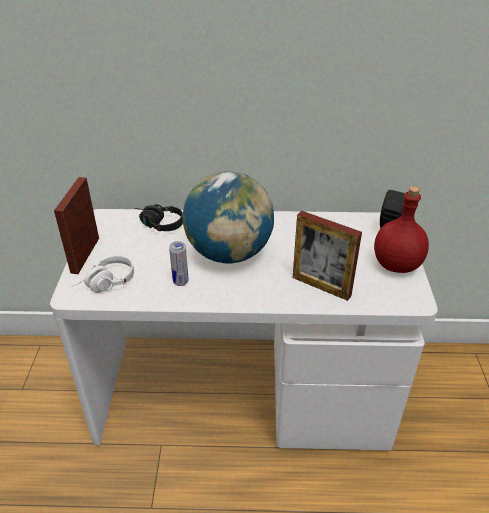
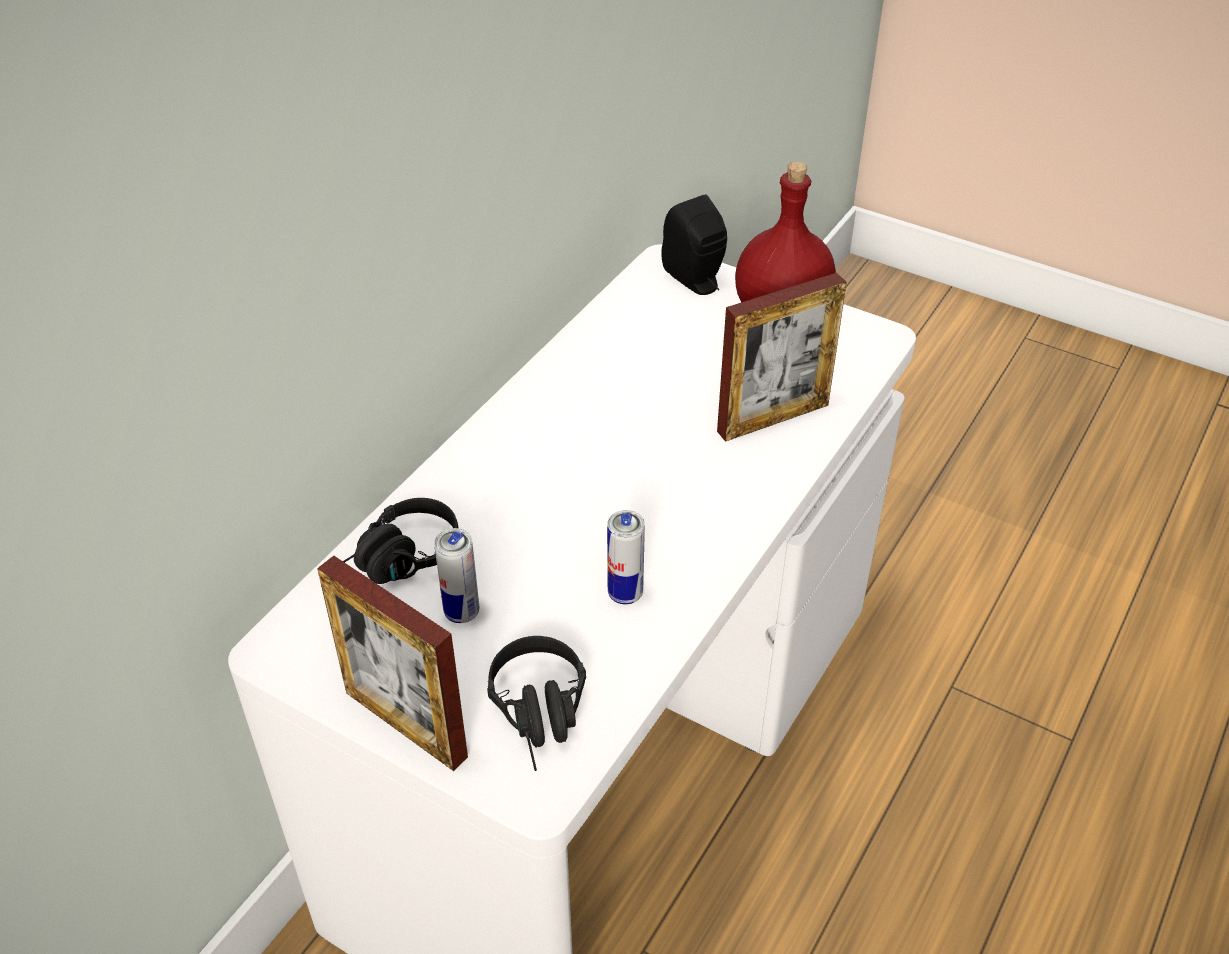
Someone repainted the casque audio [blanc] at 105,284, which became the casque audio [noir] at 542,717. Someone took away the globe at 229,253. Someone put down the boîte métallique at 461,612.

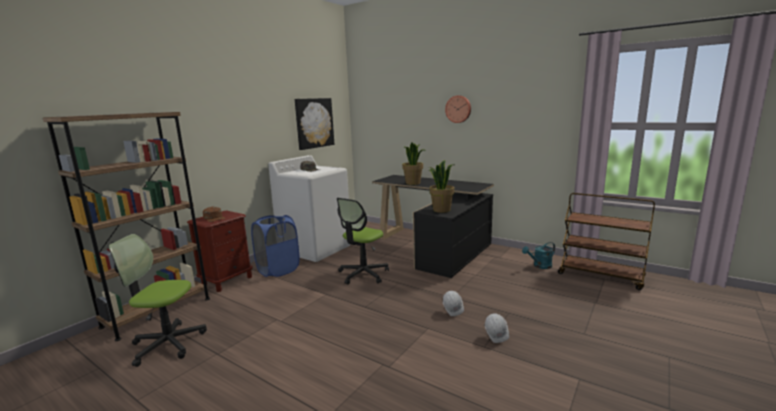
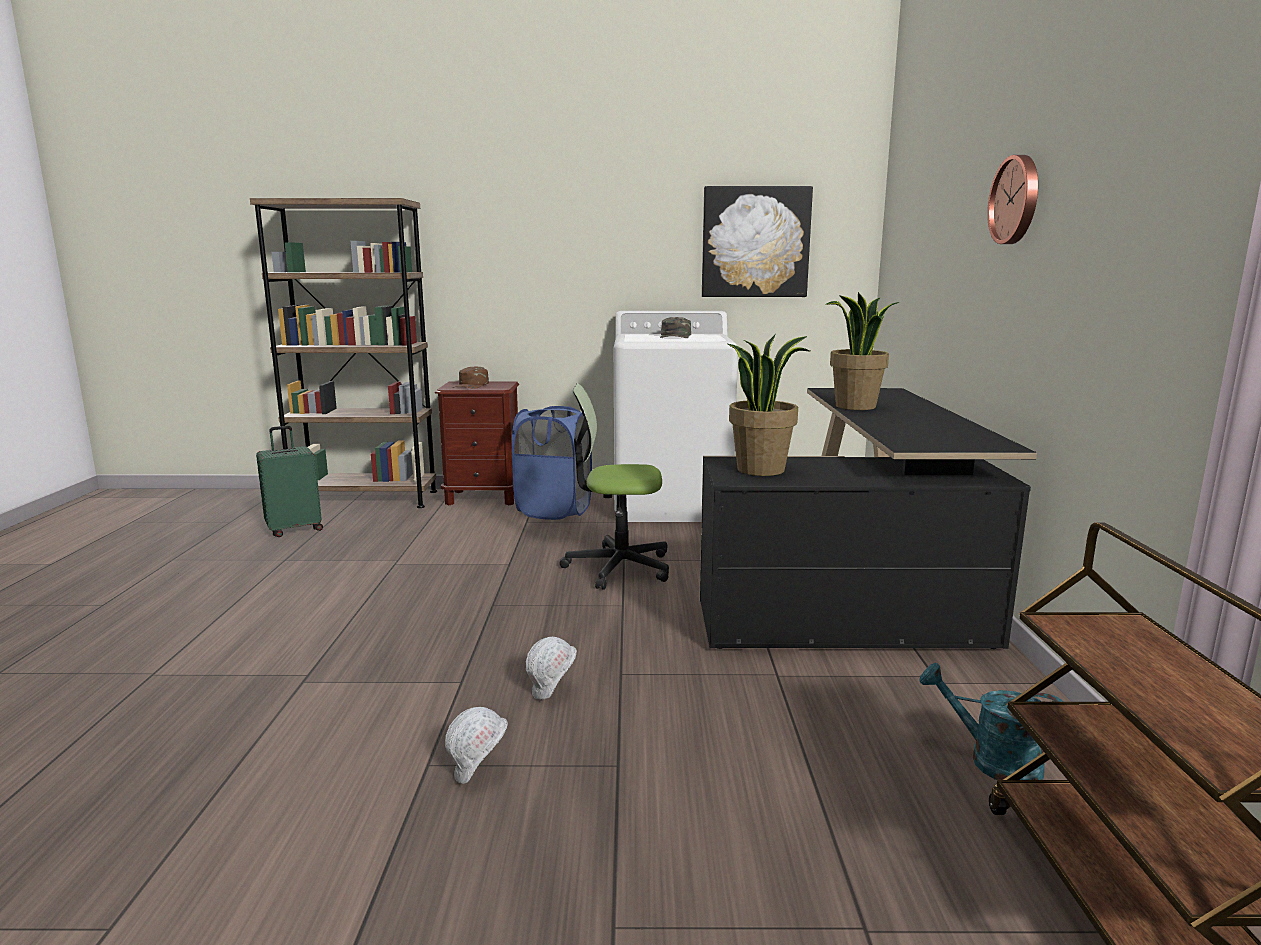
Someone swapped the chaise de bureau at 168,344 for the valise [vert] at 294,529.

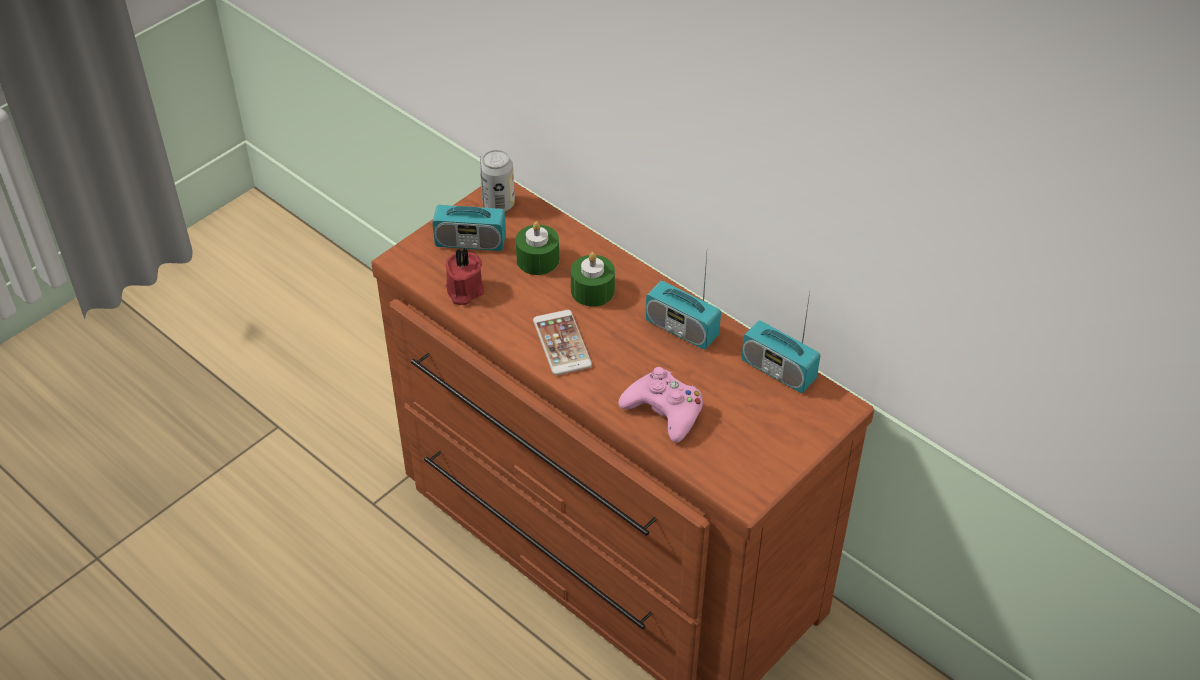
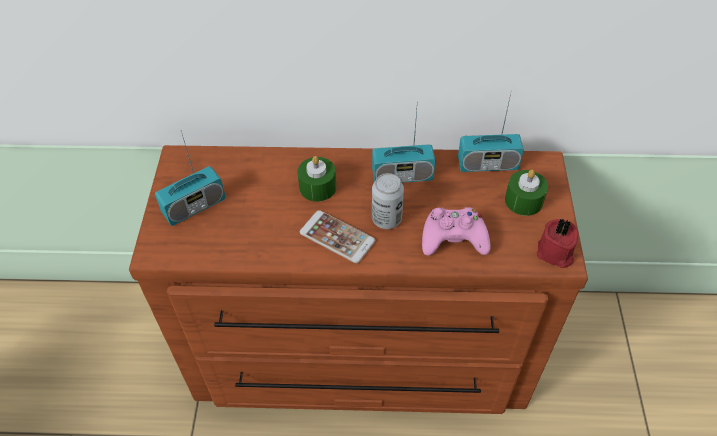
Someone carried the bougie [rouge] from 463,291 to 555,253. Someone carried the boîte métallique from 498,204 to 386,219. Someone carried the bougie [vert] from 538,260 to 523,200.

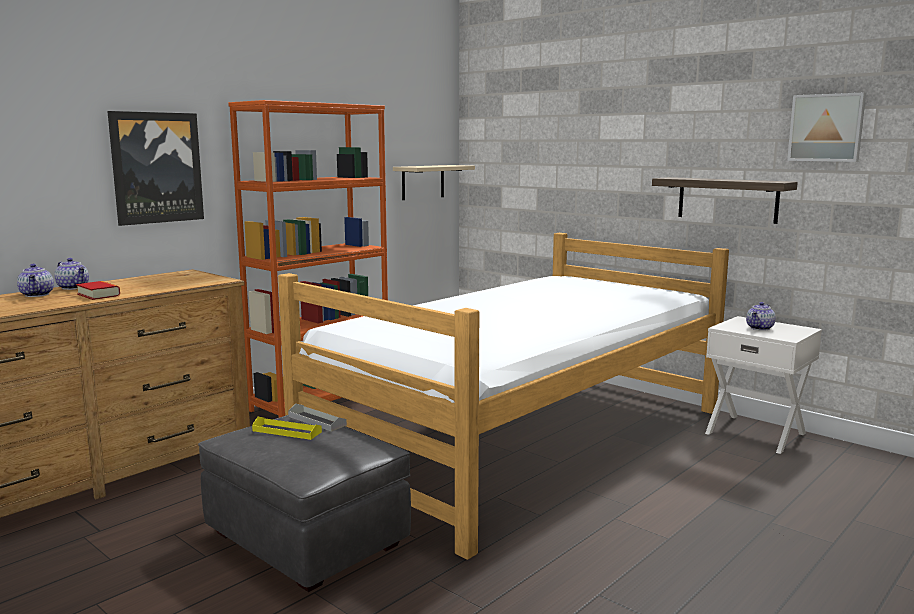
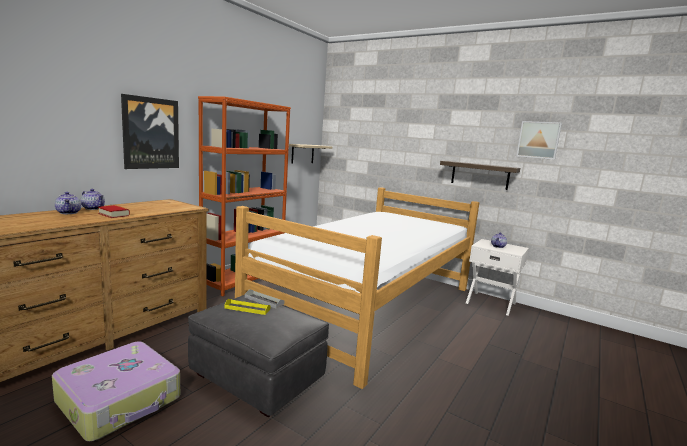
Someone put down the valise at 120,400.

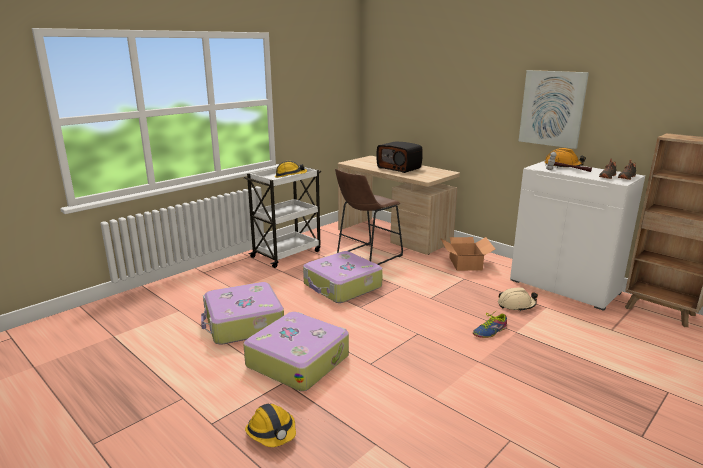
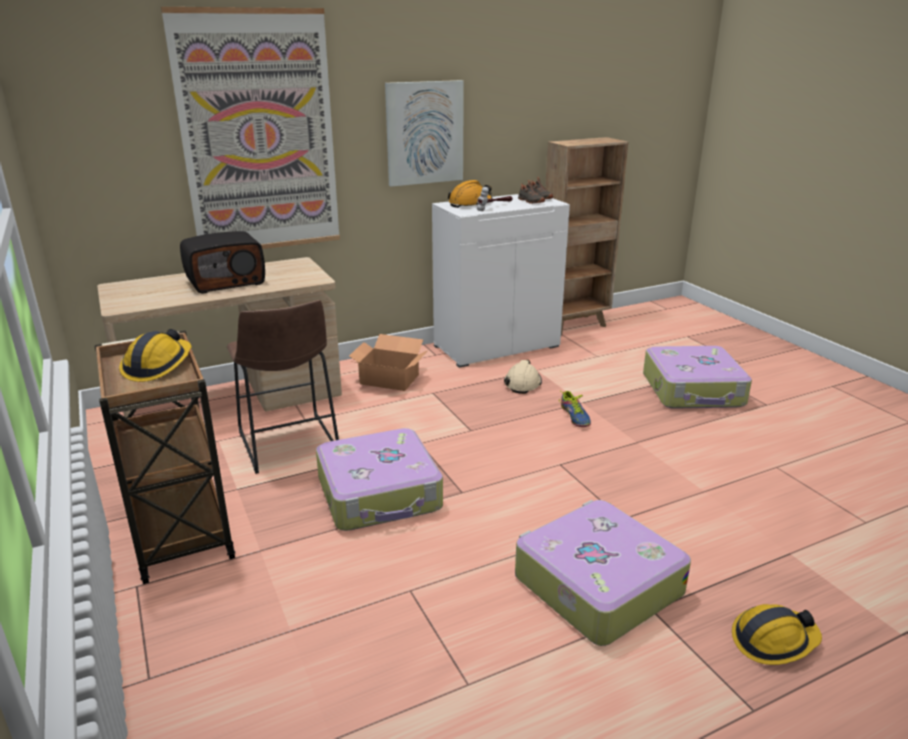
Someone carried the valise from 243,323 to 693,390. Someone repainted the chariot [blanc] at 287,253, which became the chariot [marron] at 180,530. Someone put up the tableau at 259,135.

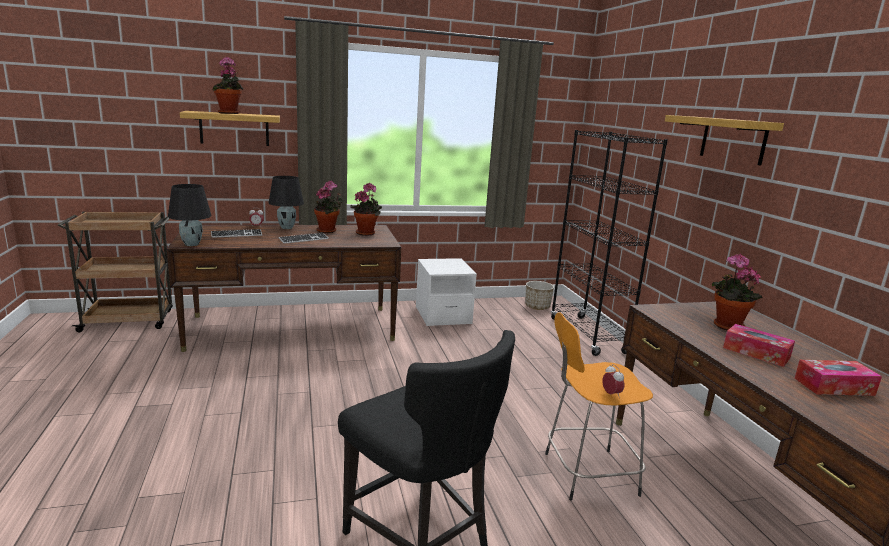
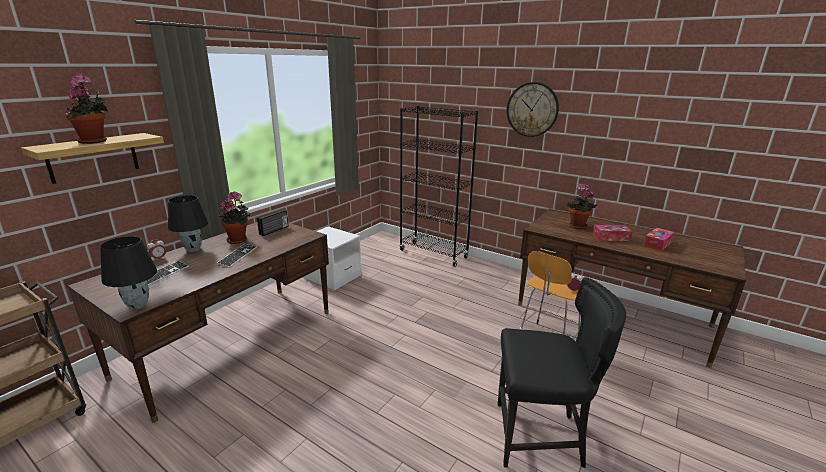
Someone swapped the plante en pot at 366,233 for the radio at 274,230. Someone took away the cache-pot at 537,307. Someone swapped the étagère at 733,140 for the horloge murale at 532,109.

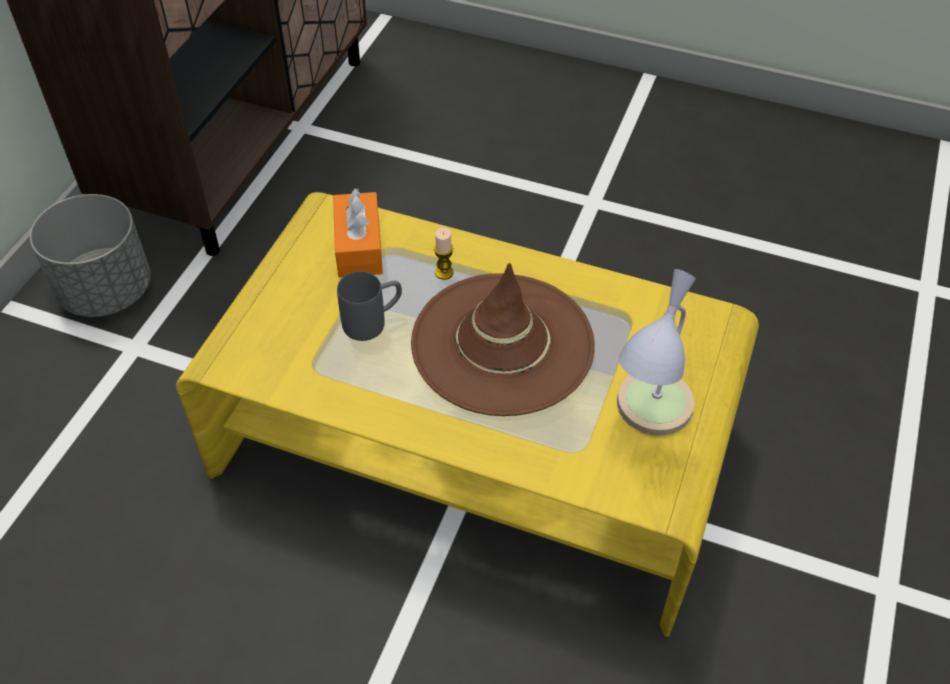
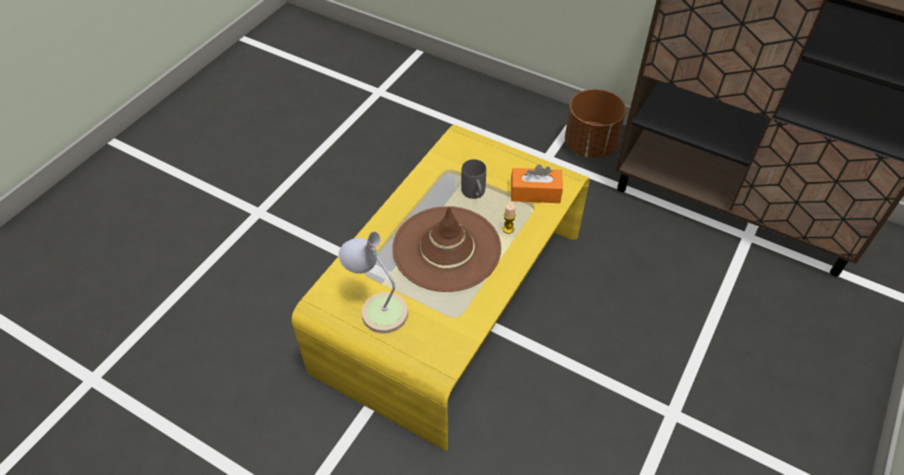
Someone repainted the cache-pot [gris] at 106,290, which became the cache-pot [marron] at 590,145.

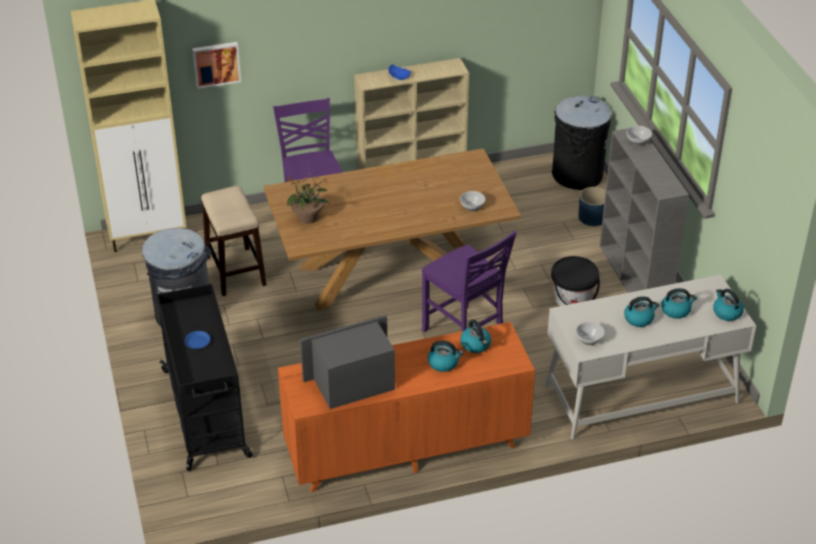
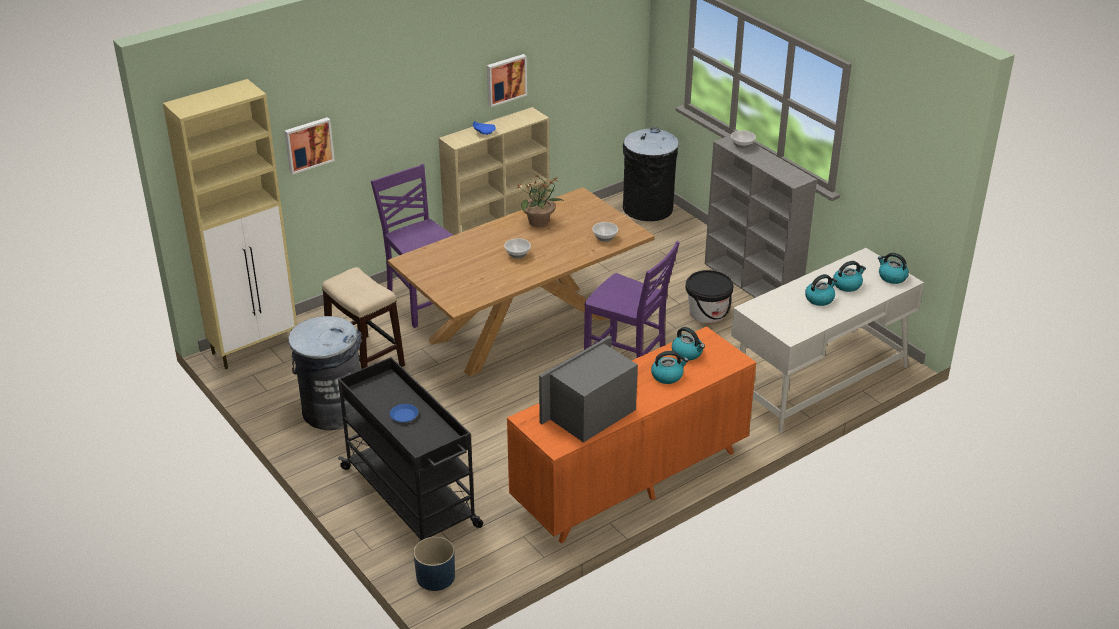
Someone carried the plante en pot from 308,218 to 539,222. Someone carried the bol from 589,340 to 517,255. Someone carried the cache-pot [bleu] from 593,217 to 436,577. Someone put up the tableau at 505,79.

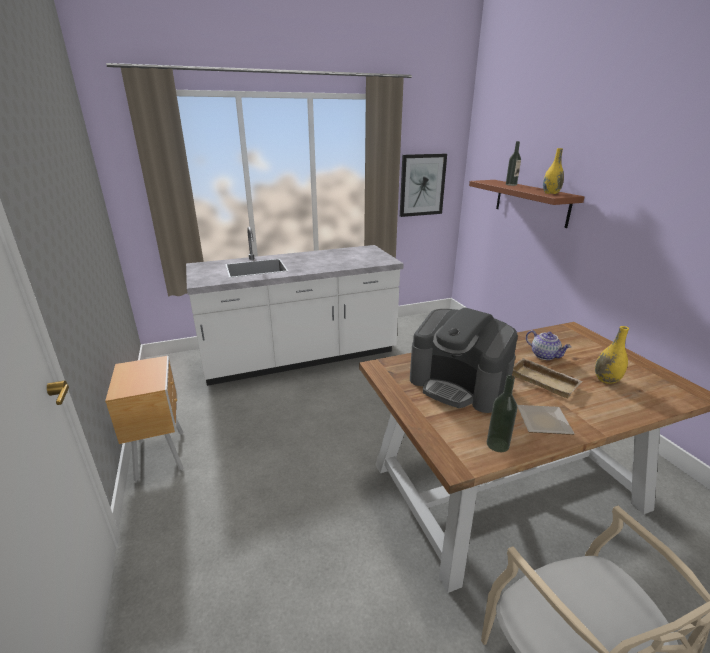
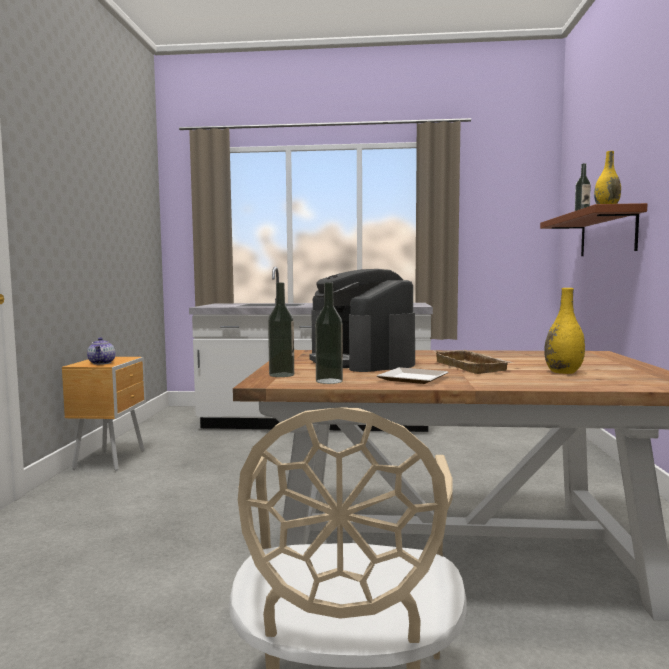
Someone took away the tableau at 422,185. Someone carried the théière from 545,355 to 102,363. Someone put down the bouteille at 281,375.

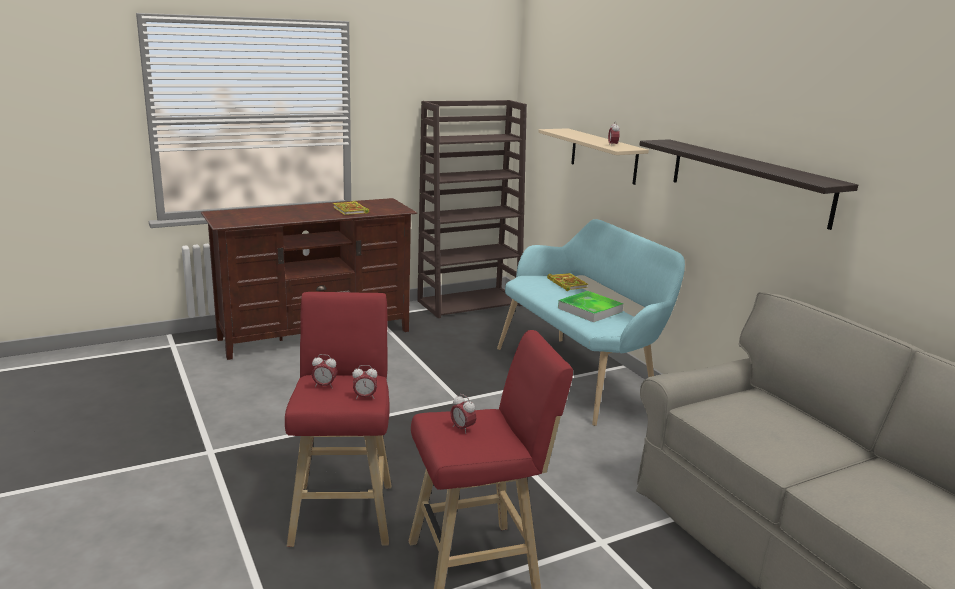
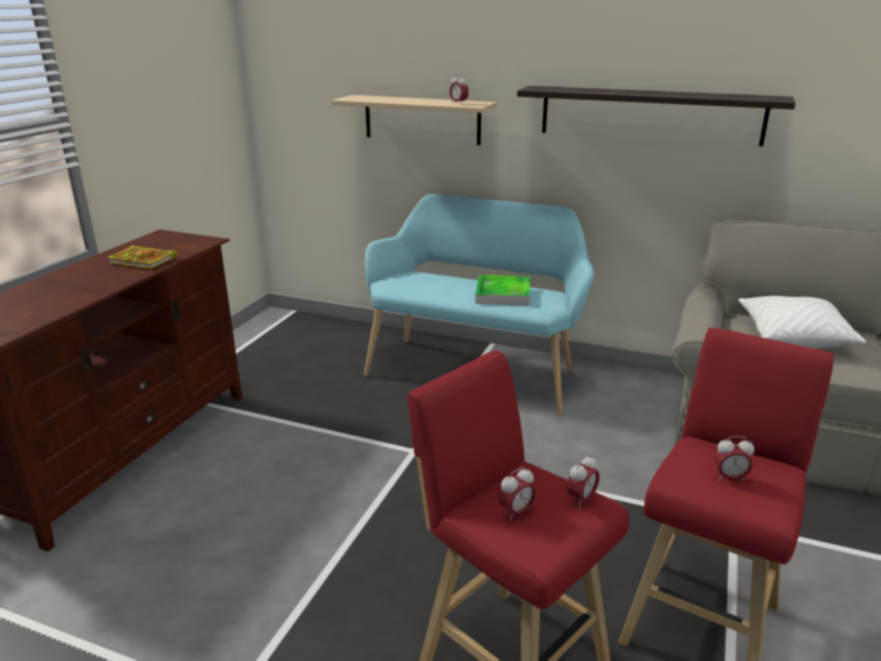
Someone took away the bibliothèque [marron] at 470,303. Someone took away the livre at 566,283. Someone put down the coussin [blanc] at 793,336.

